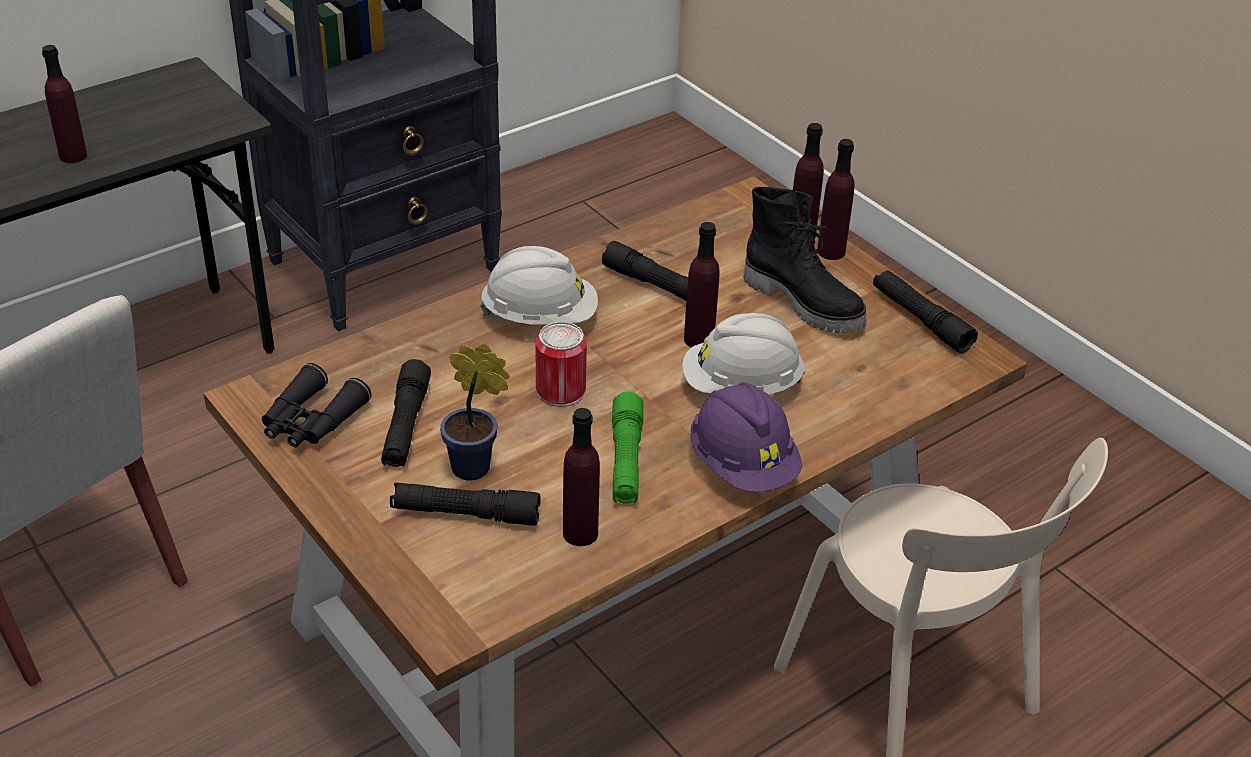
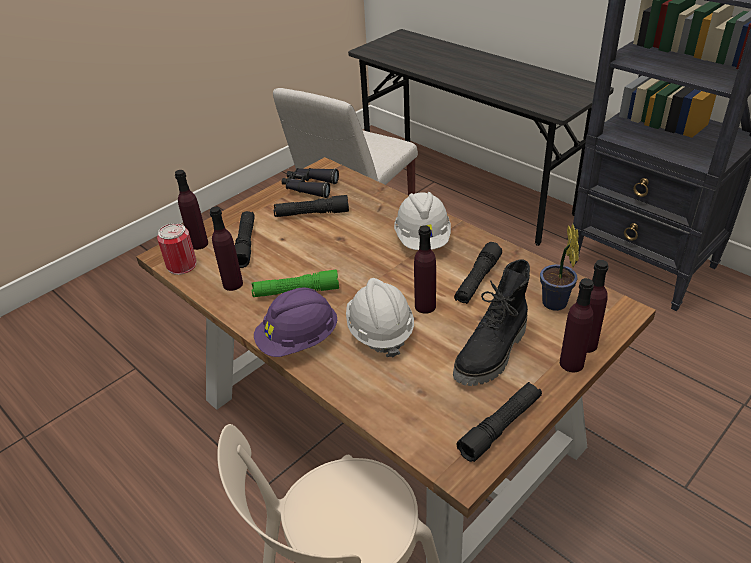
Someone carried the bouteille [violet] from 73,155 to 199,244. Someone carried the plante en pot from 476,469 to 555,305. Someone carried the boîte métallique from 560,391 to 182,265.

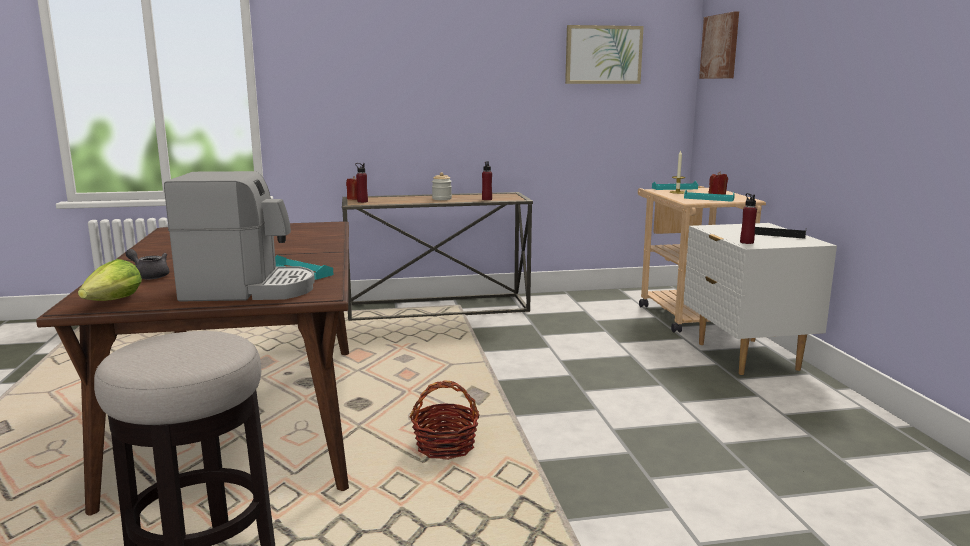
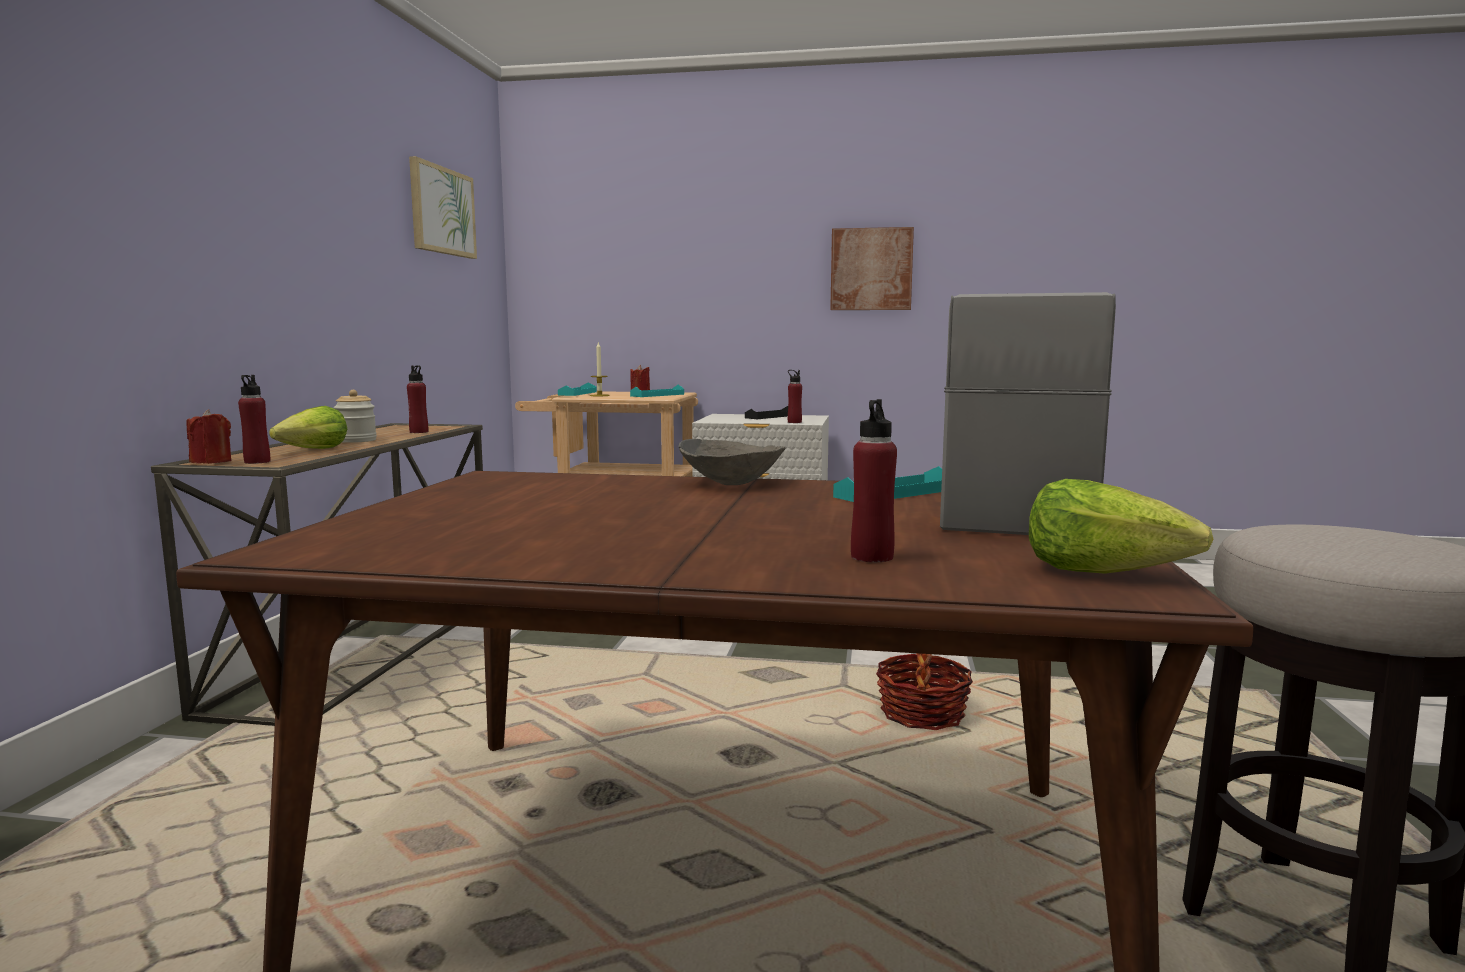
Someone swapped the théière [gris] at 149,275 for the bouteille [rouge] at 871,557. Someone carried the tableau from 720,46 to 871,269. Someone put down the laitue at 314,450. Someone put down the bol [gris] at 732,482.

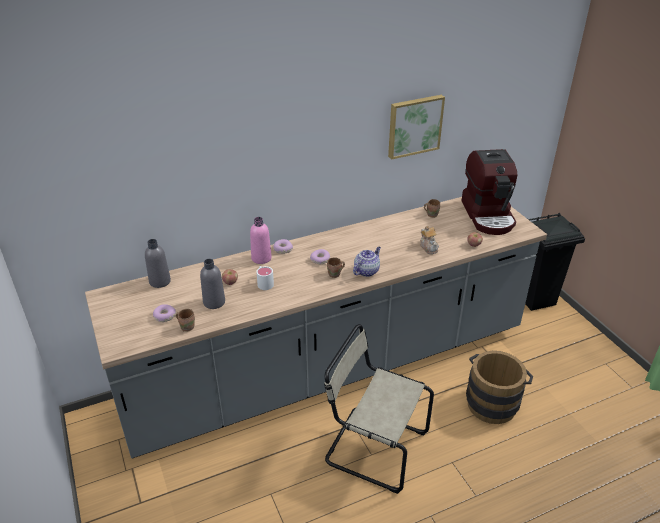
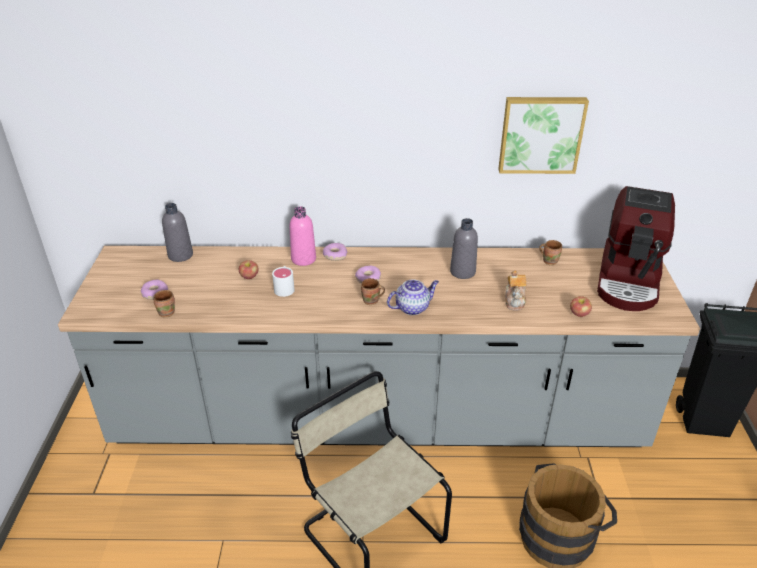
Someone carried the bouteille [gris] from 214,302 to 462,272.

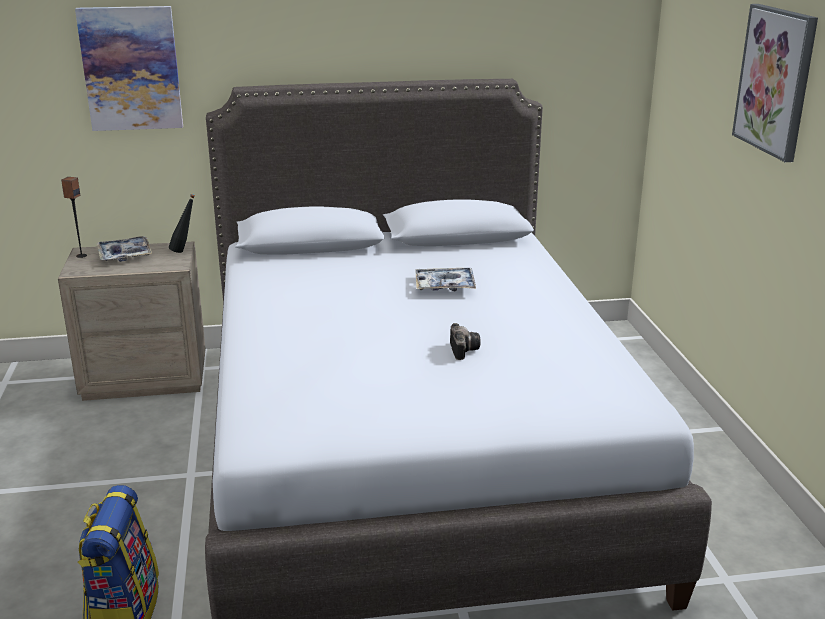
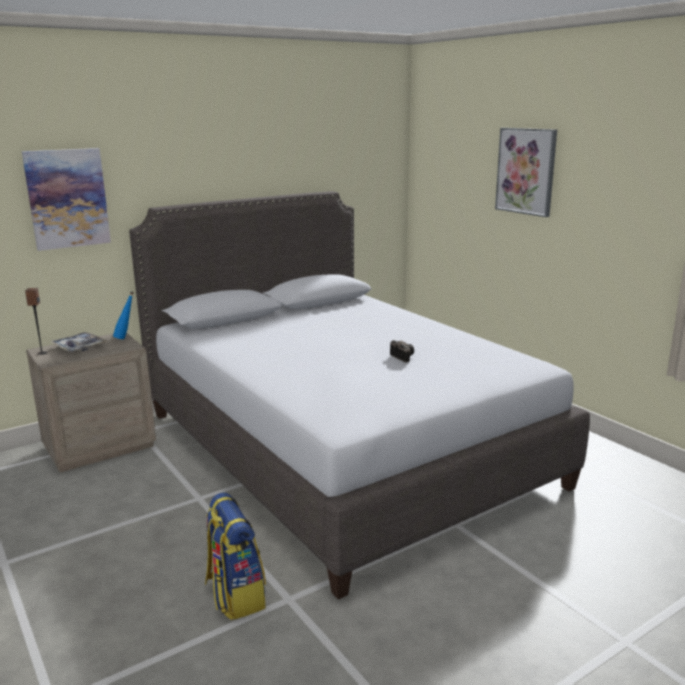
Someone repainted the bouteille [noir] at 184,251, which became the bouteille [bleu] at 126,338. Someone took away the plateau at 445,286.

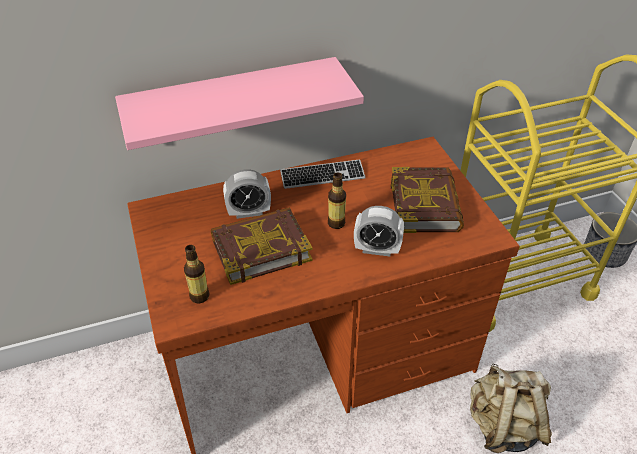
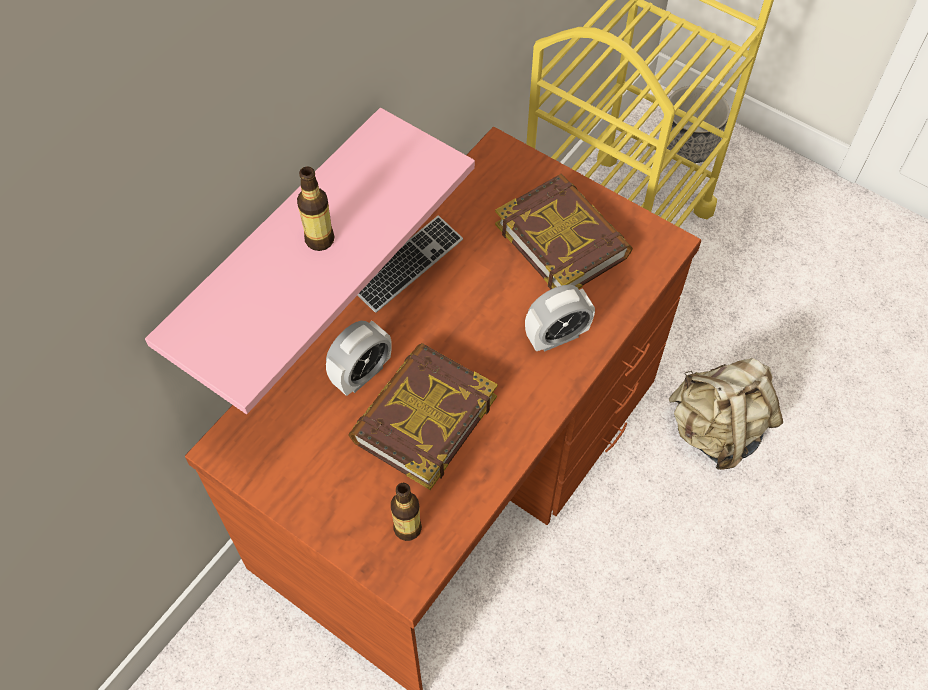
Someone carried the bouteille from 336,223 to 319,240.

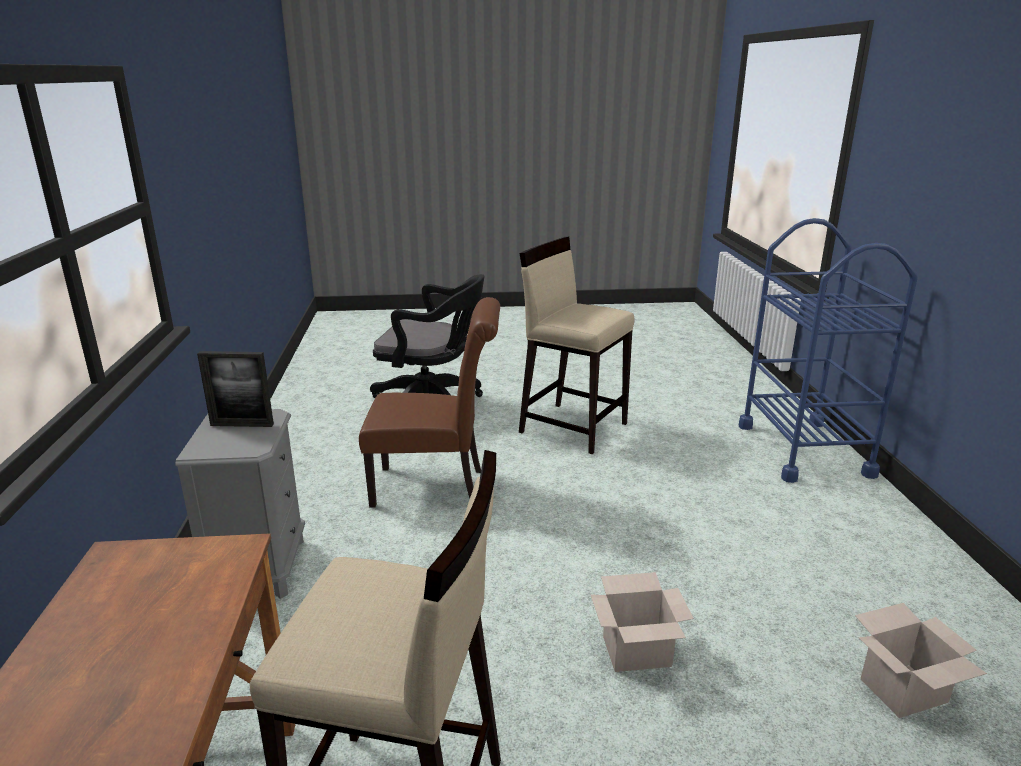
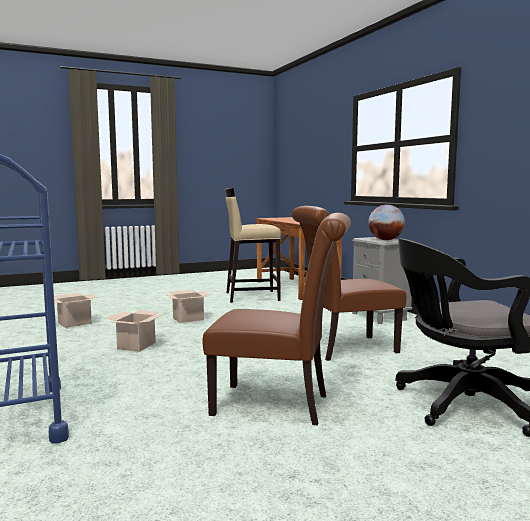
Someone swapped the cadre photo at 242,425 for the globe at 385,240. Someone swapped the tabouret [beige] at 572,427 for the chaise [marron] at 278,405. Someone put down the carton at 136,345.

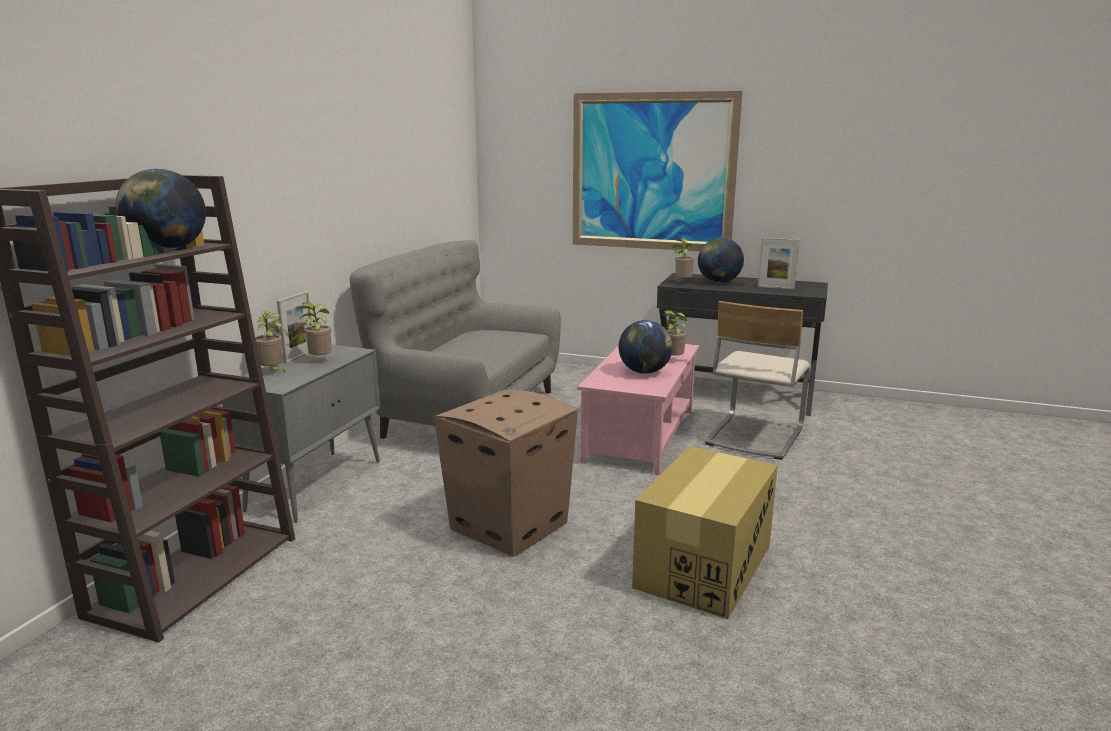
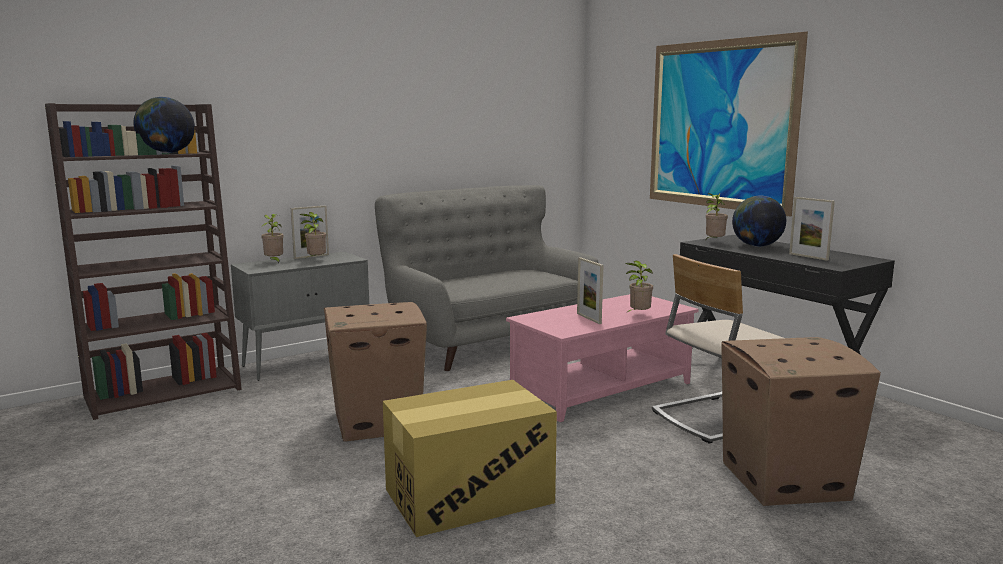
Someone swapped the globe at 644,372 for the cadre photo at 588,318. Someone put down the carton at 782,481.

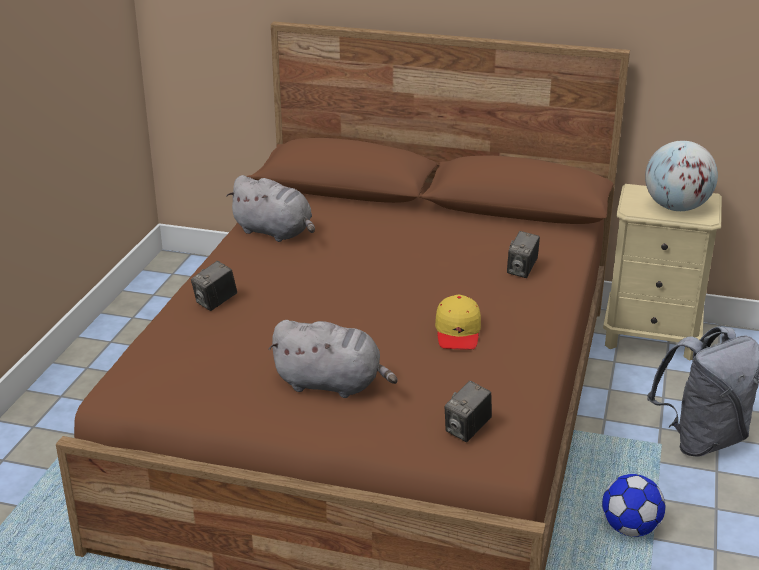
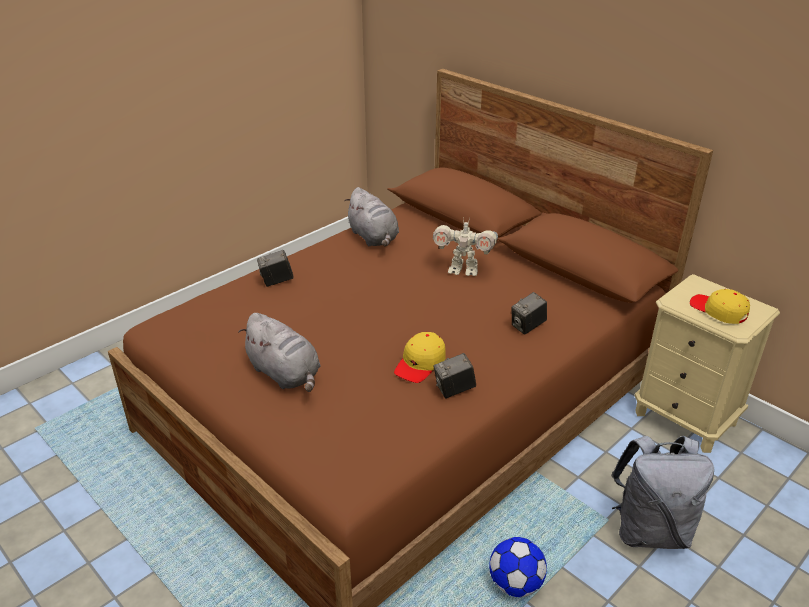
Someone carried the appareil photo from 467,430 to 454,390. Someone swapped the globe at 676,208 for the casquette [jaune] at 718,311. Someone put down the robot jouet at 463,270.

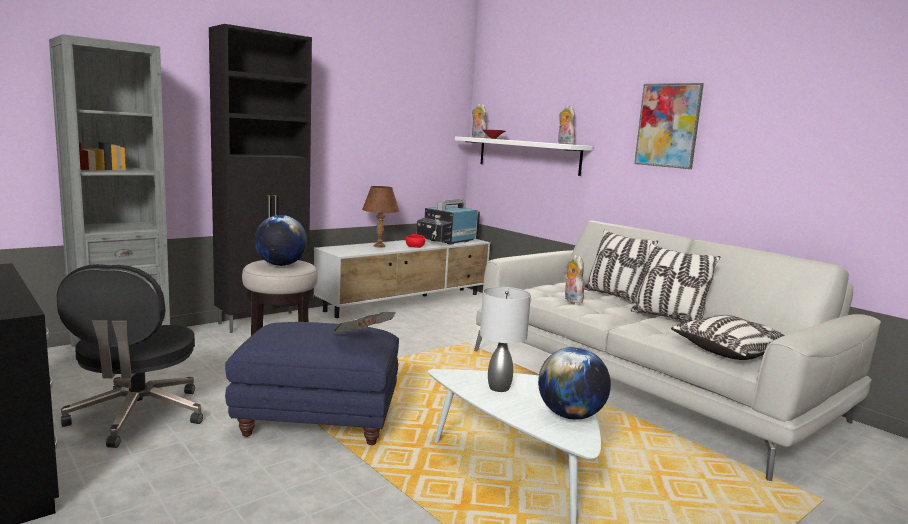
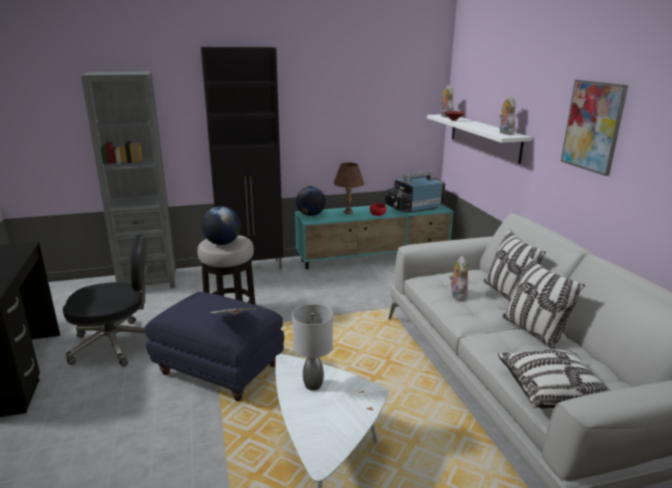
Someone rotated the chaise de bureau [noir] at 137,416 by 120 degrees counterclockwise. Someone repainted the meuble télé [blanc] at 406,302, which became the meuble télé [turquoise] at 374,257. Someone carried the globe from 570,416 to 311,215.

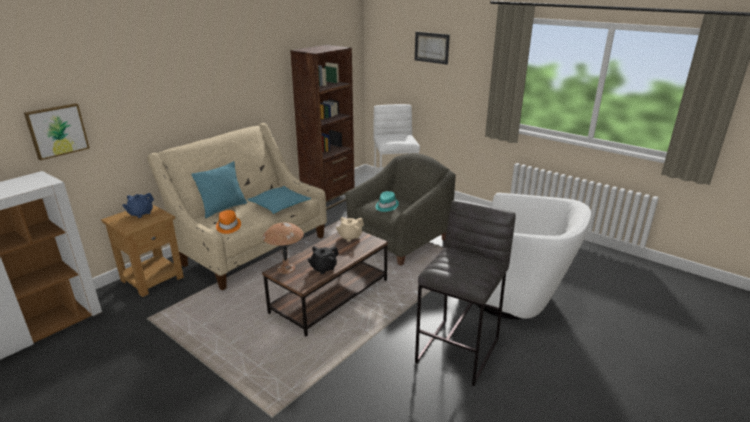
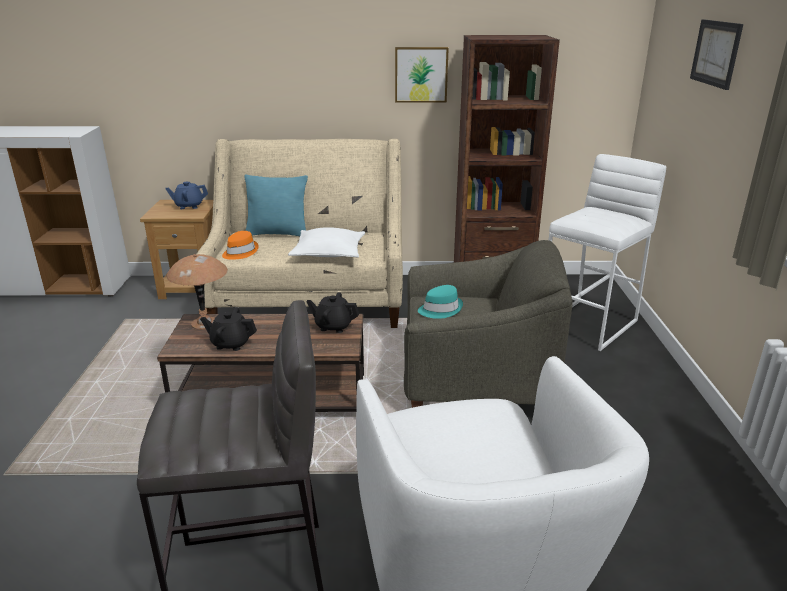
Someone carried the tableau from 57,130 to 421,74. Someone repainted the coussin [turquoise] at 279,205, which became the coussin [blanc] at 328,253. Someone repainted the théière [beige] at 350,237, which became the théière [noir] at 333,326.

